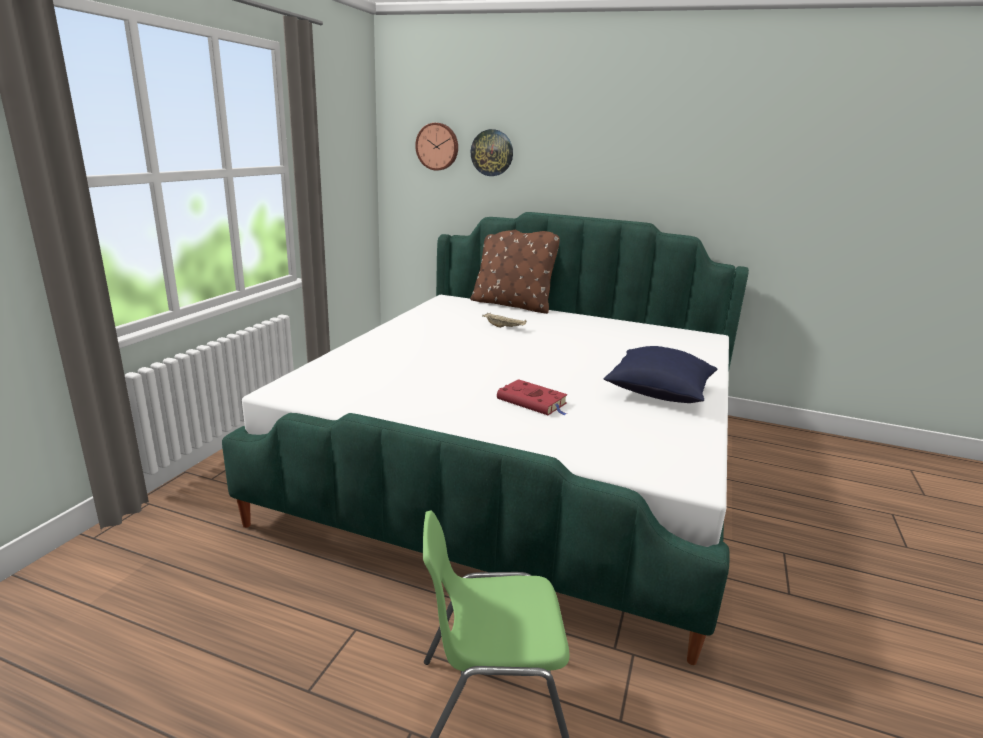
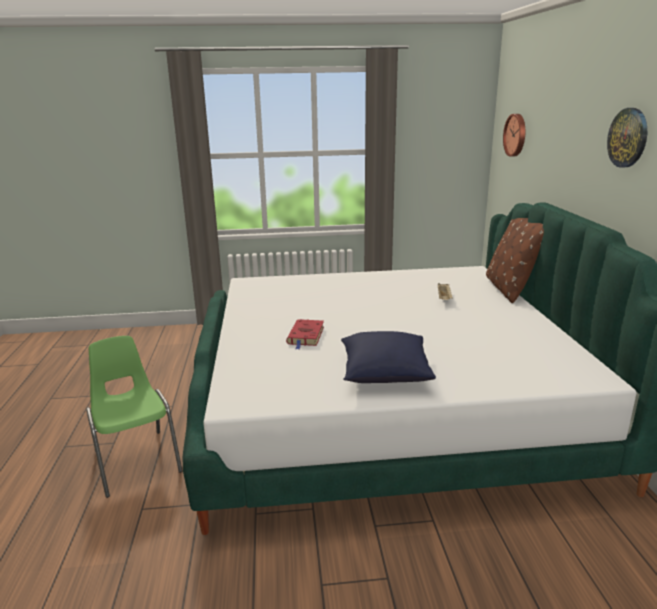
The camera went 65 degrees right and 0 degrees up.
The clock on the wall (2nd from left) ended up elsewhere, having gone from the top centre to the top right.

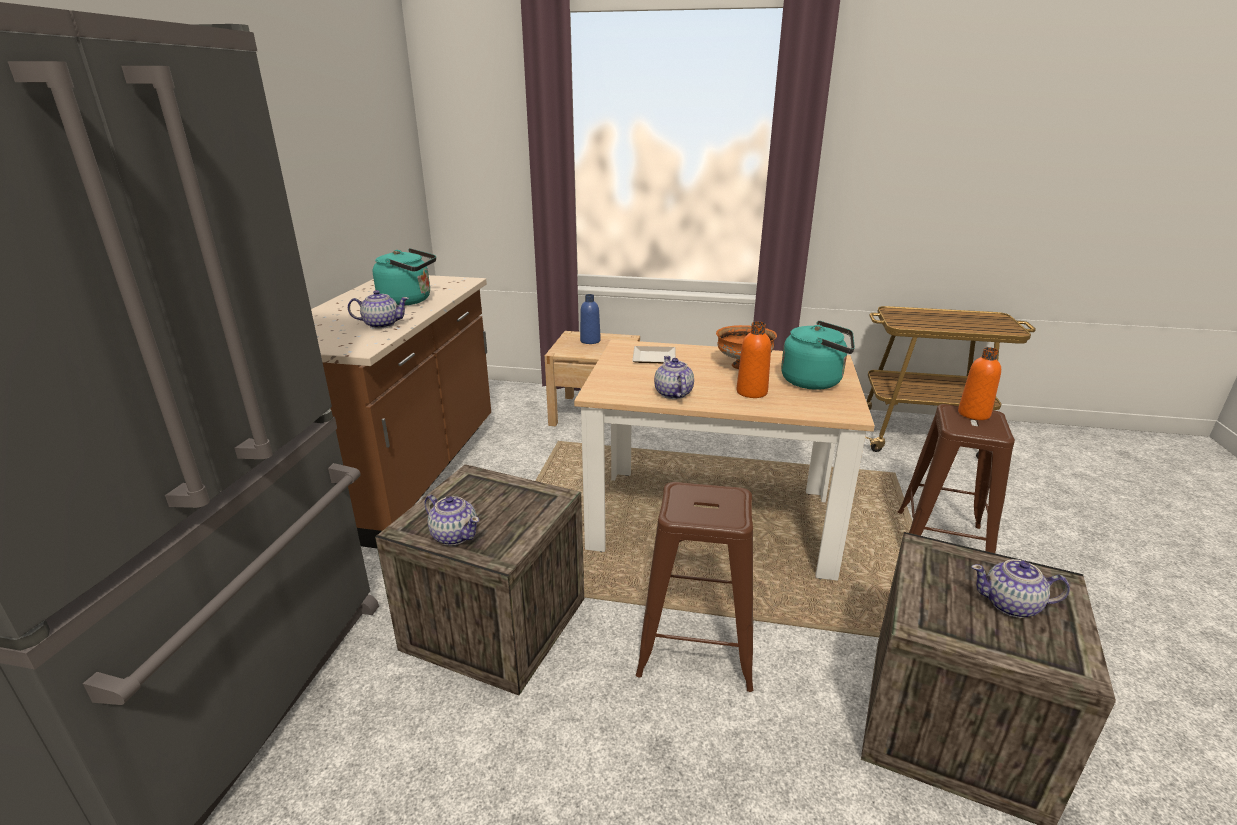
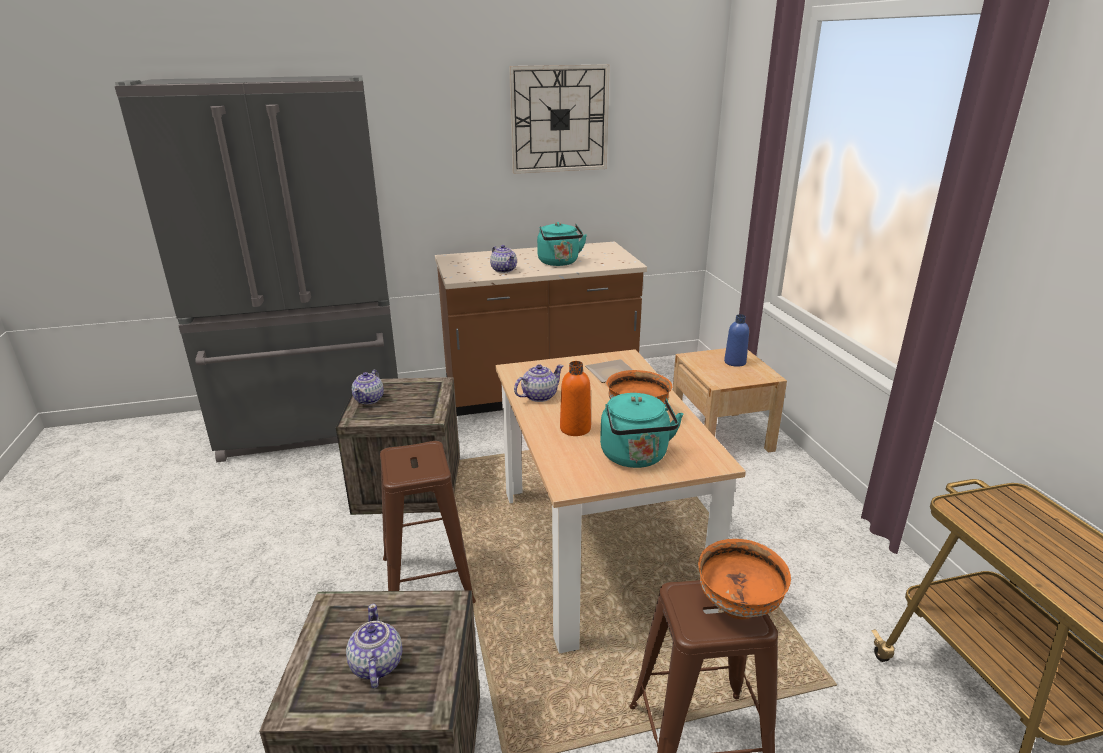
The camera went 65 degrees right and 0 degrees up.
Where the bottle (orange) (2nd from left) stood at the middle right, the serving bowl (orange) (2nd from left) came to stand at the bottom right.
The second view gained the clock on the wall at the top centre.

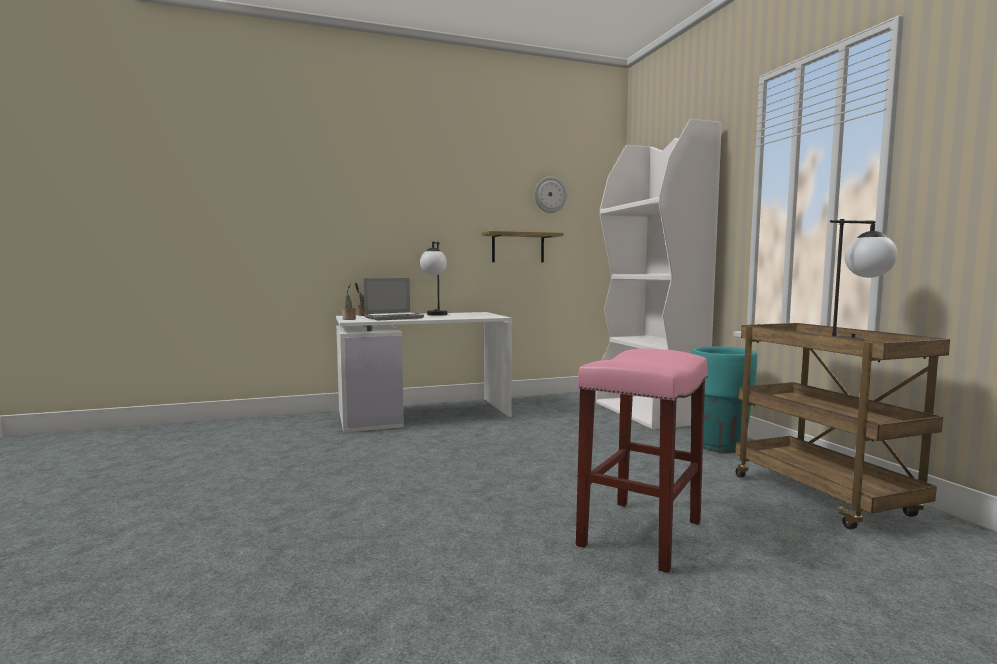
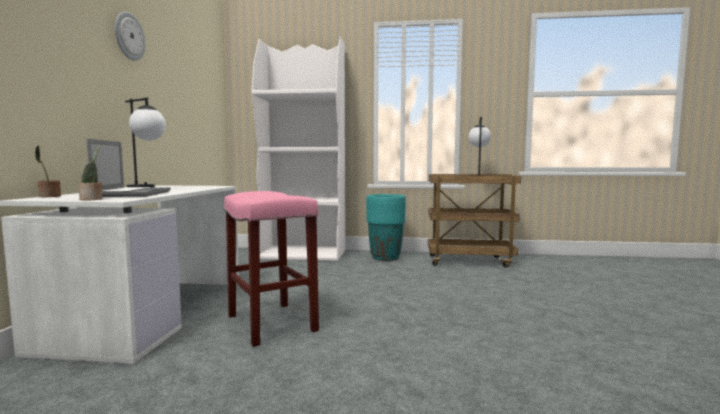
The camera went 65 degrees left and 0 degrees up.
The second view lost the shelf at the centre.
The clock on the wall ended up elsewhere, having gone from the top centre to the top left.
The sitting stool (pink-coloured) ended up elsewhere, having gone from the bottom centre to the centre.

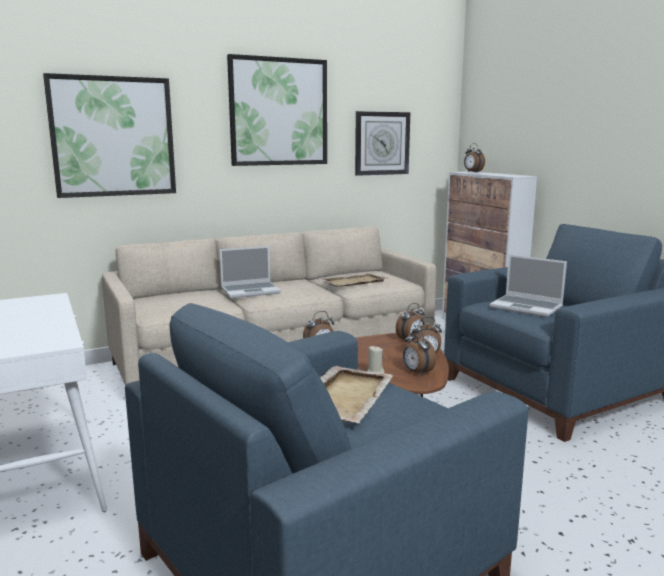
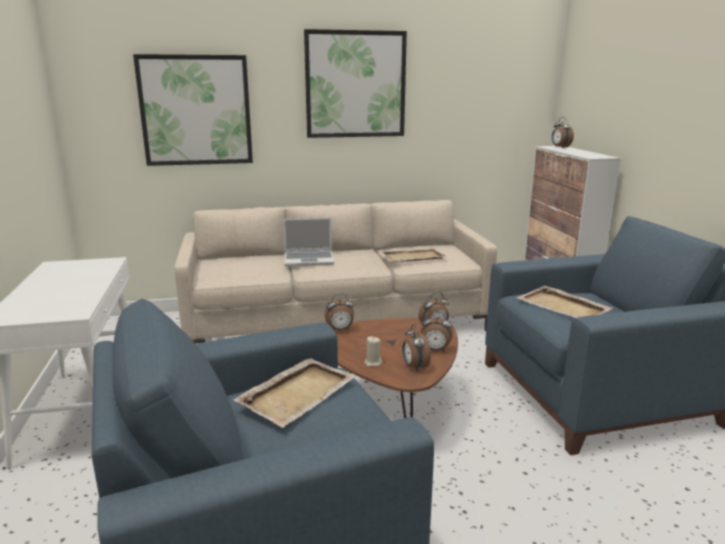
The camera went 15 degrees right and 5 degrees up.
The second view lost the clock on the wall at the top centre.
Where the portable computer (2nd from left) stood at the middle right, the carrying tray (sand-coloured) (3rd from left) came to stand at the middle right.

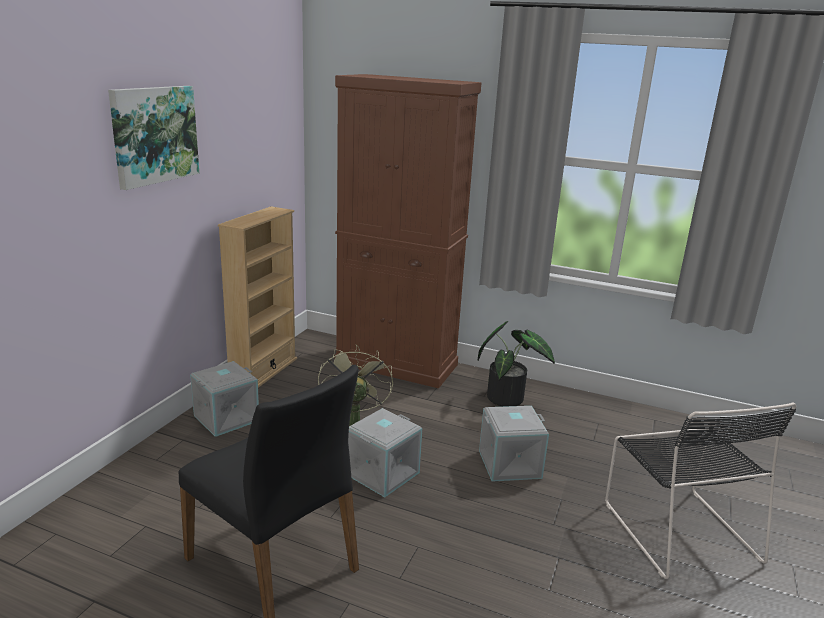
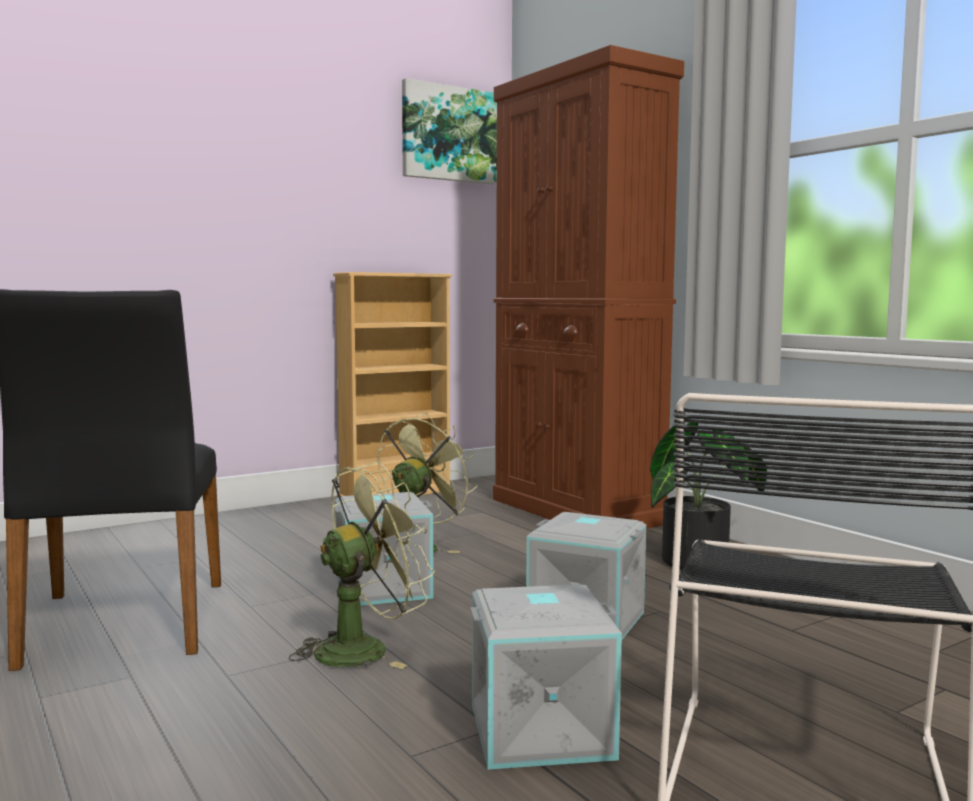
The camera went 35 degrees right and 15 degrees down.
The wall art ended up elsewhere, having gone from the top left to the top centre.
The storage box (grey) (1st from left in the first image) ended up elsewhere, having gone from the middle left to the bottom centre.
The second view gained the fan (green) (1st from left) at the bottom centre.

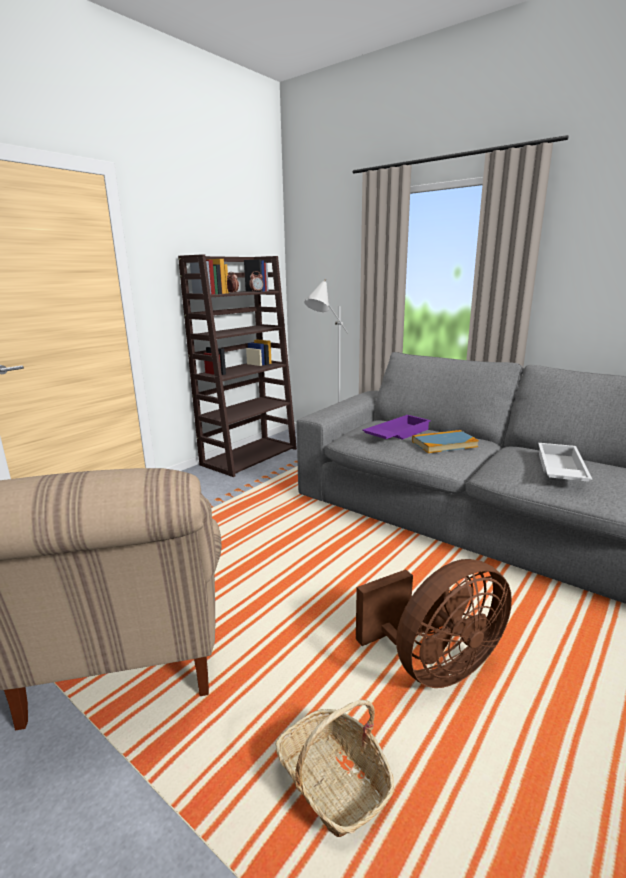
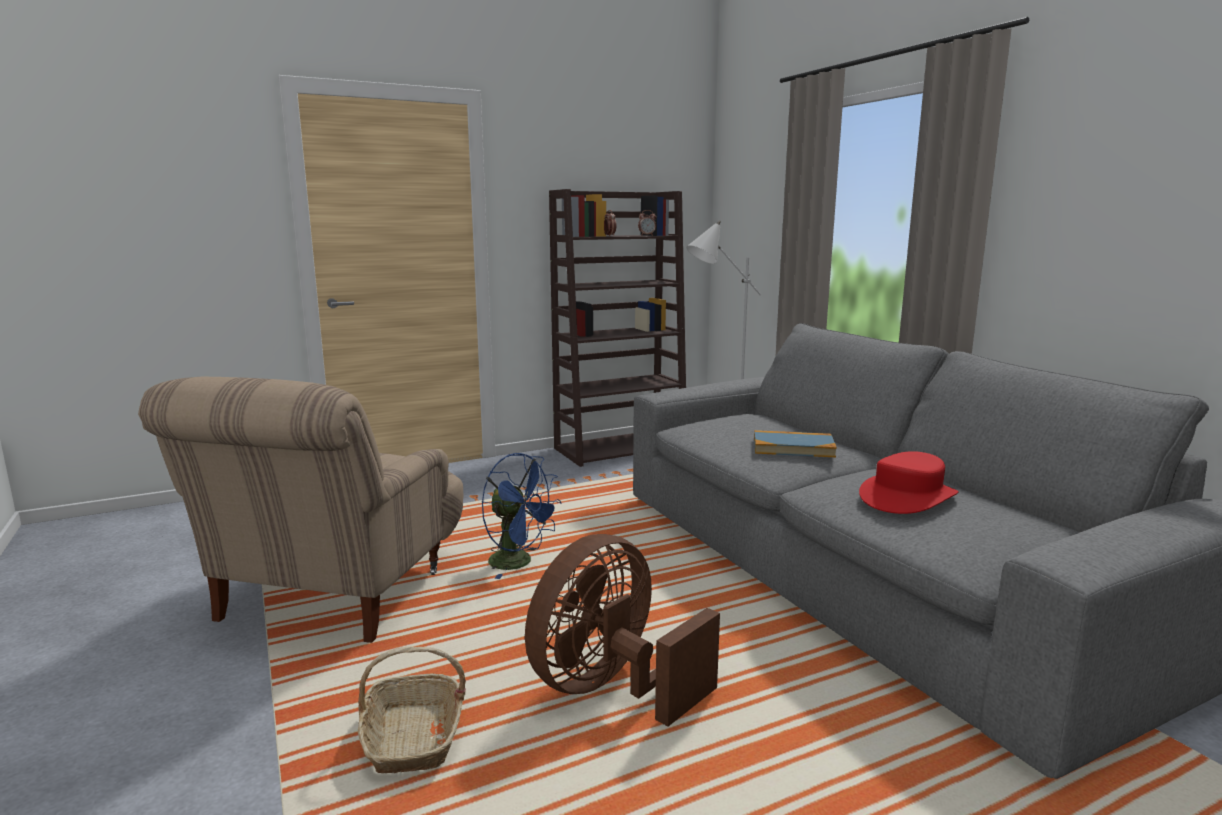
The camera went 25 degrees right and 5 degrees down.
The fan (brown-coloured) at the bottom right ended up facing another way, 135 degrees clockwise from before.
The second view lost the carrying tray (purple) at the centre.
Where the carrying tray (whitish) stood at the middle right, the hat (red) came to stand at the middle right.
The second view gained the fan (blue) at the centre.

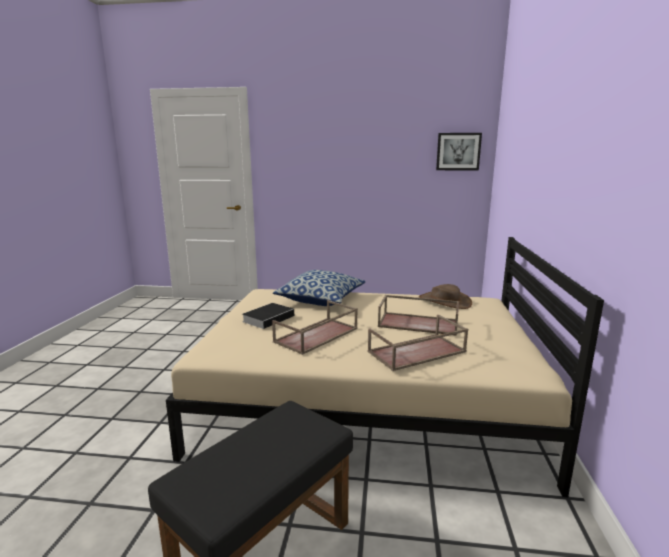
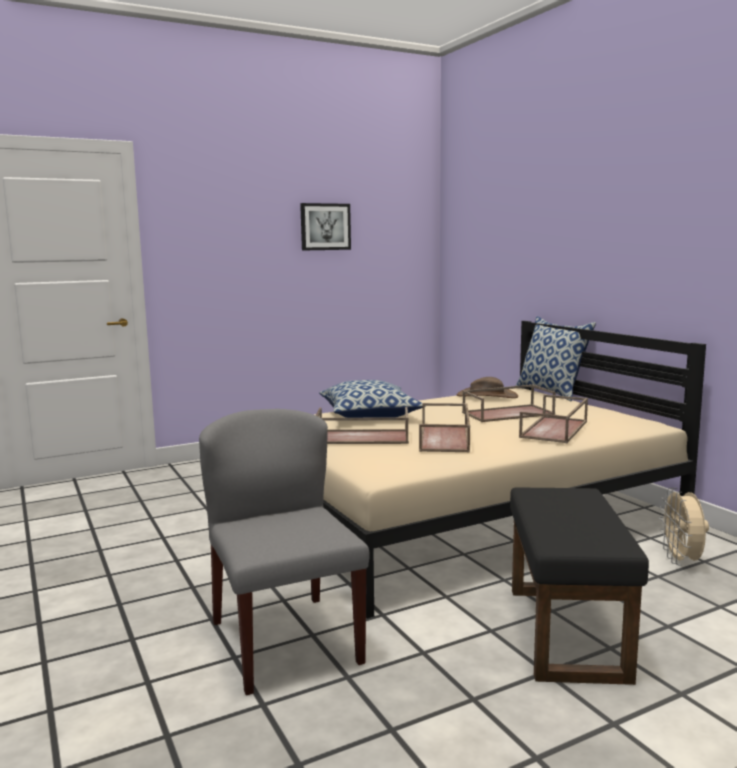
The camera went 35 degrees left and 5 degrees down.
Where the volume stood at the centre, the carrying tray (brown-coloured) (1st from left) came to stand at the centre.
The wall art ended up elsewhere, having gone from the top right to the top centre.
The second view gained the upright chair (grey) at the bottom centre.
The second view gained the throw pillow (2nd from left) at the middle right.
The second view gained the fan (sand-coloured) at the bottom right.

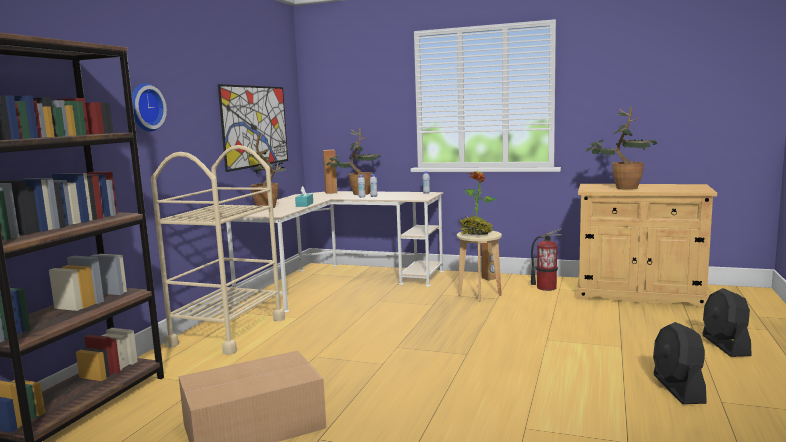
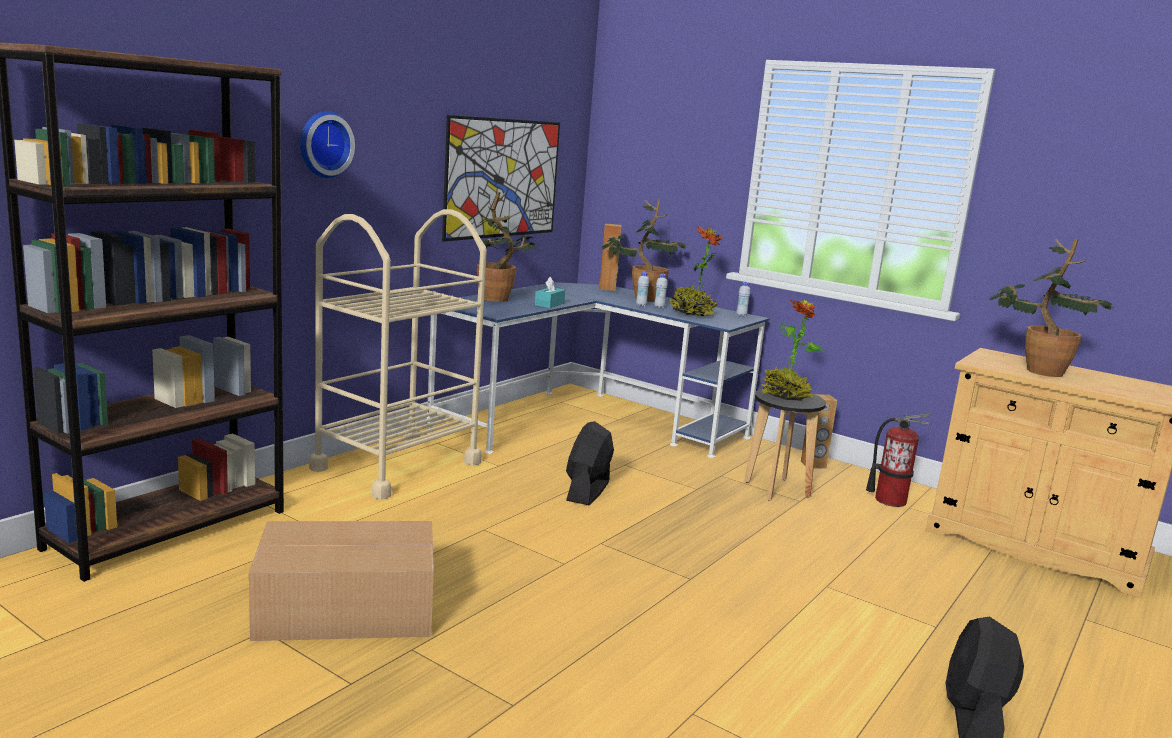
The camera went 15 degrees right and 5 degrees up.
What was the desk (sand-coloured) at the centre turned into the desk (blue) at the centre.
What was the sitting stool (sand-coloured) at the centre turned into the sitting stool (black) at the middle right.
The fan (black) (2nd from left in the first image) ended up elsewhere, having gone from the bottom right to the centre.
The second view gained the houseplant (3rd from left) at the centre.

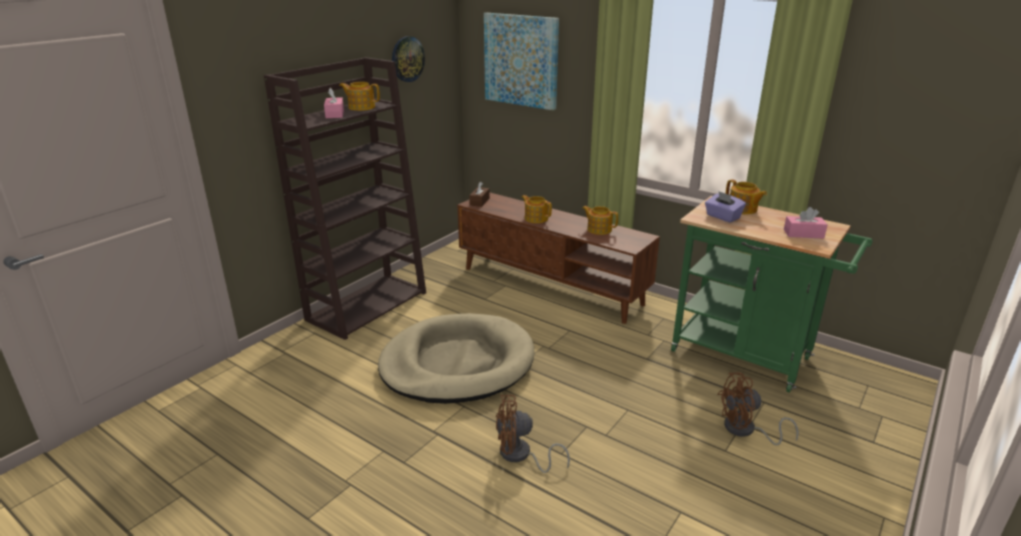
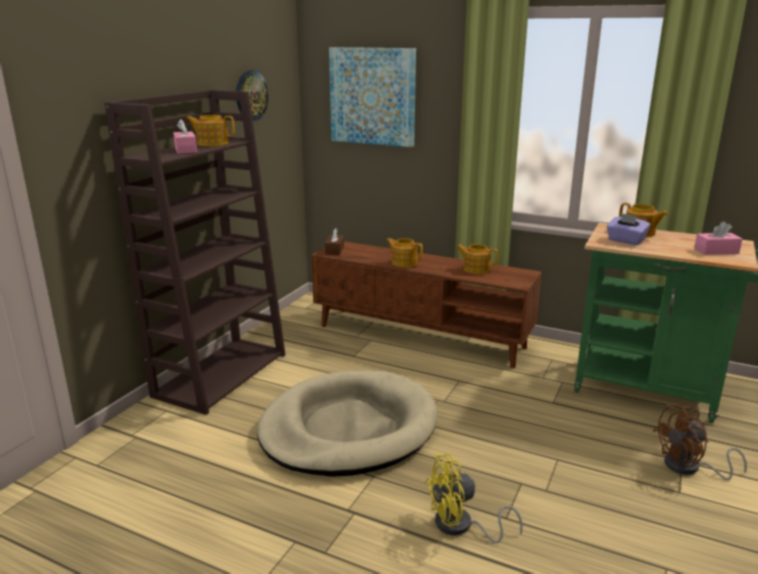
The camera went 10 degrees left and 5 degrees down.
What was the fan (brown-coloured) (1st from left) at the bottom centre turned into the fan (yellow-coloured) at the bottom centre.

